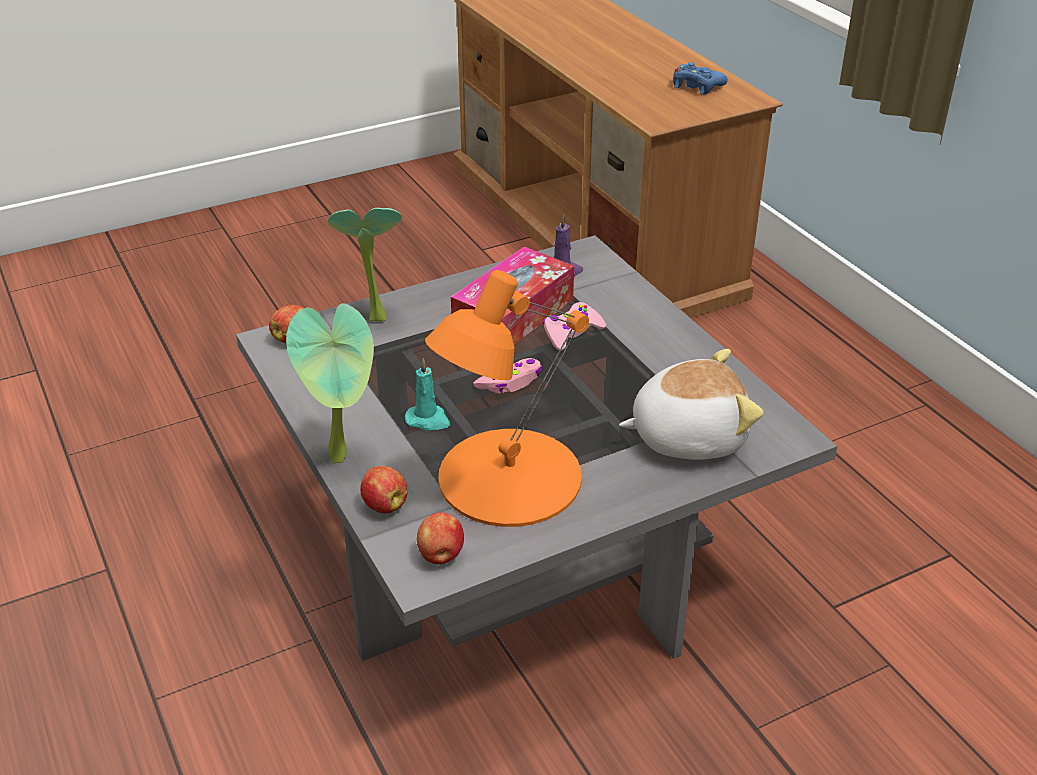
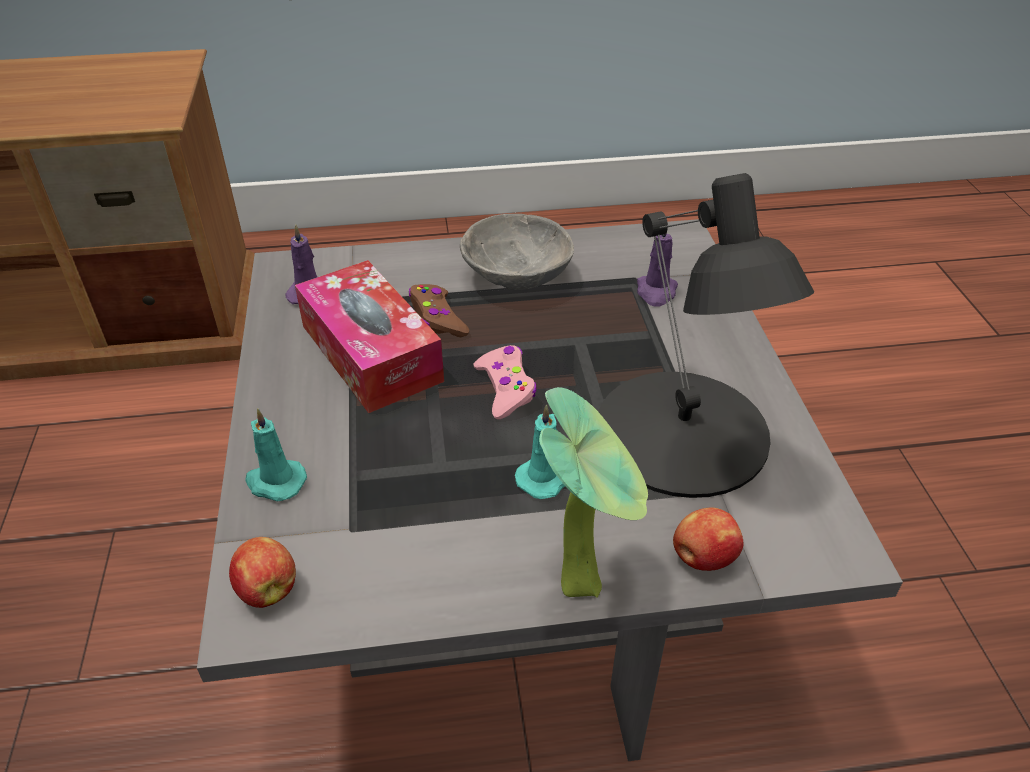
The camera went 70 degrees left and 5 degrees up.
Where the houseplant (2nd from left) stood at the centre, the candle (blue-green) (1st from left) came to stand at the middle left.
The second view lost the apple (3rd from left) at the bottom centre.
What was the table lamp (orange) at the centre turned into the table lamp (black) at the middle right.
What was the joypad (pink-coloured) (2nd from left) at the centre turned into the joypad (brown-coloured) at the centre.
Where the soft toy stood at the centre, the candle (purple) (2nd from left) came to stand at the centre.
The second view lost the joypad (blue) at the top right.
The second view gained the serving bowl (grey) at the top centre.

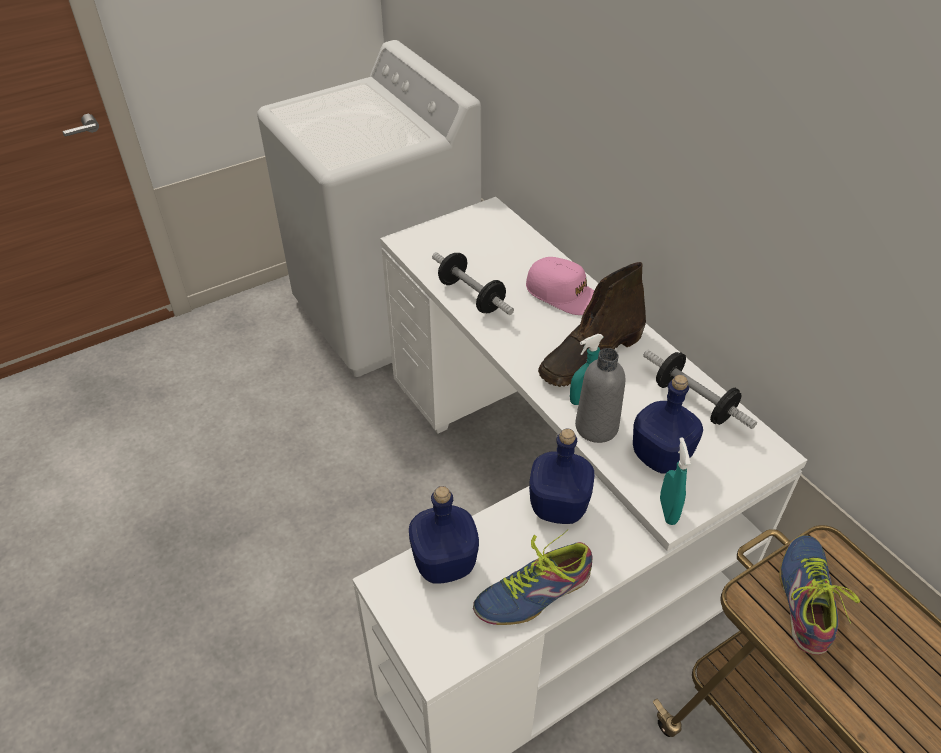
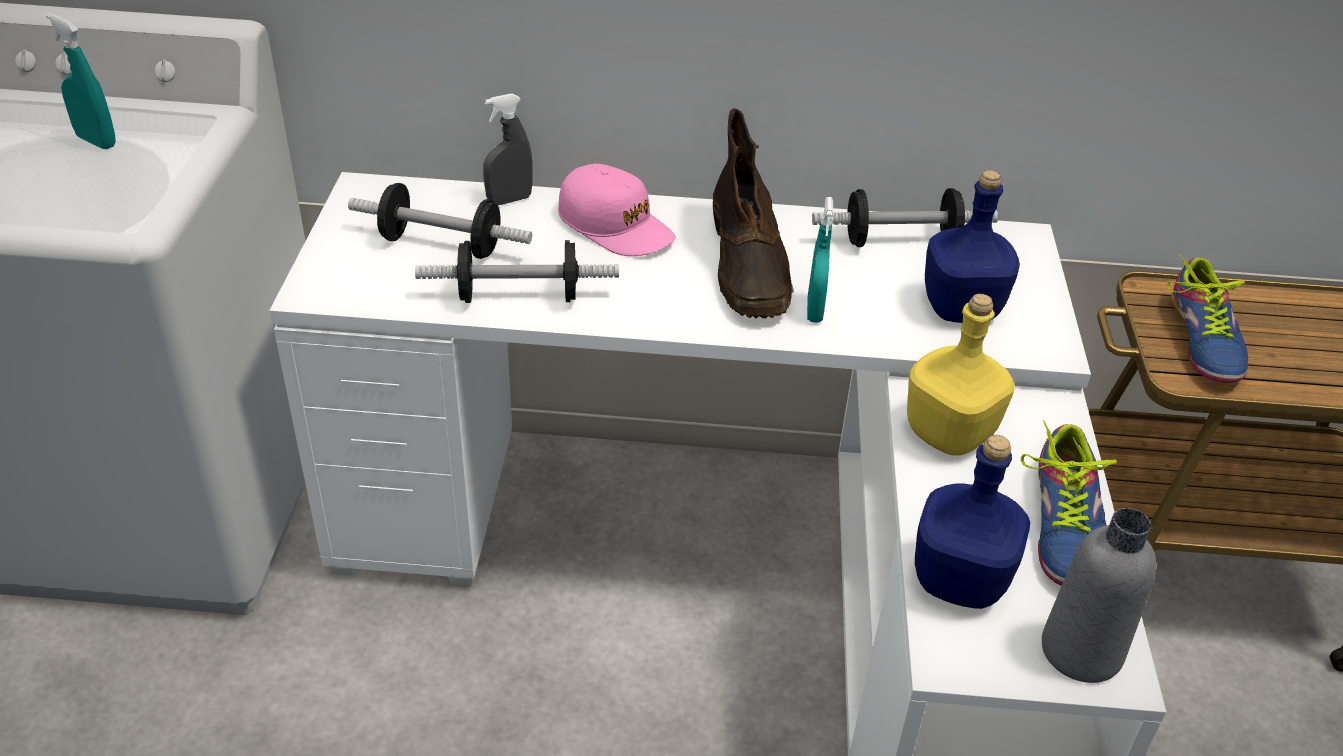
The camera went 55 degrees left and 5 degrees down.
The peaked cap (pink-coloured) at the centre ended up facing another way, 60 degrees clockwise from before.
What was the bottle (blue) (2nd from left) at the centre turned into the bottle (yellow-coloured) at the middle right.
The bottle (grey) ended up elsewhere, having gone from the centre to the bottom right.
The hand sprayer (blue-green) (2nd from left in the first image) ended up elsewhere, having gone from the middle right to the top left.
The low shoe (2nd from left) at the bottom right ended up facing another way, 135 degrees counterclockwise from before.
The second view gained the free weight (1st from left) at the top left.
The second view gained the hand sprayer (grey) at the top centre.

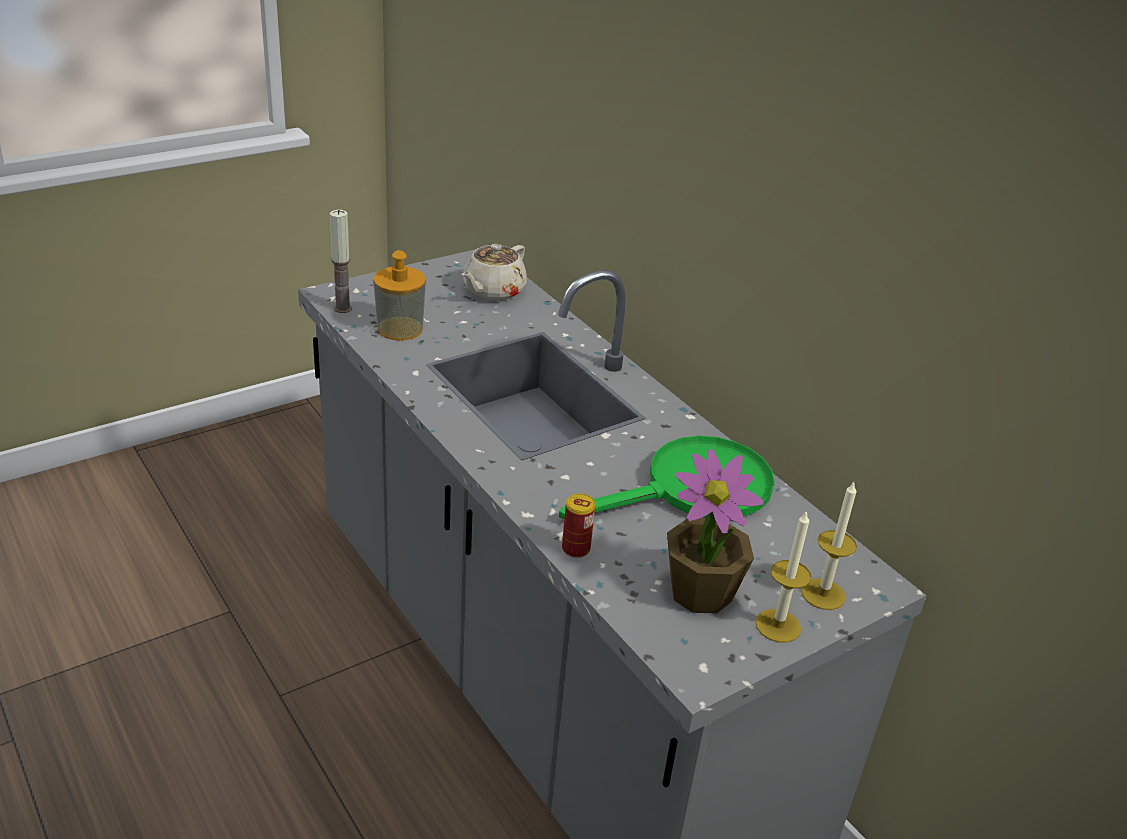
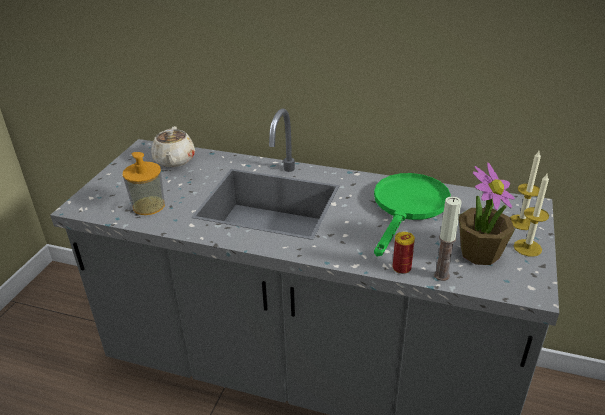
The camera went 35 degrees left and 0 degrees up.
The candle (1st from left) ended up elsewhere, having gone from the top left to the middle right.

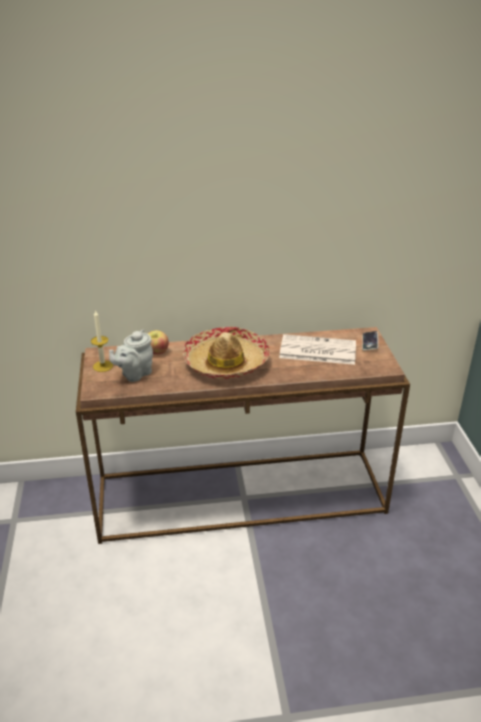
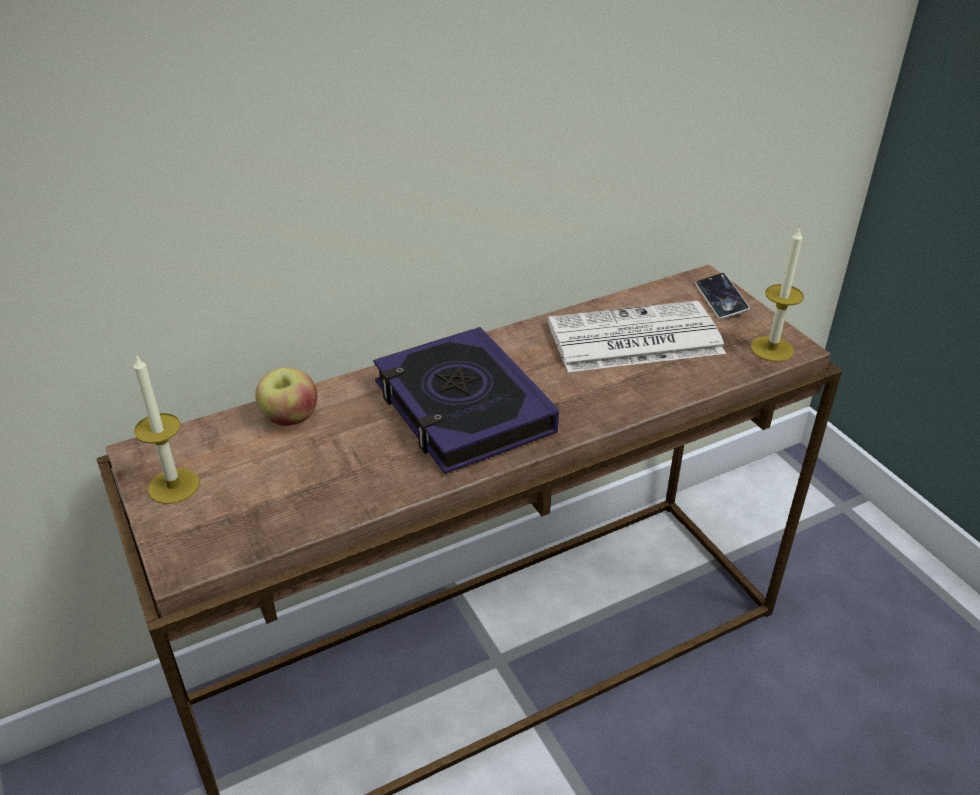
The camera went 20 degrees left and 5 degrees up.
The second view lost the teapot (grey) at the middle left.
Where the hat stood at the centre, the volume came to stand at the centre.
The second view gained the candle (2nd from left) at the middle right.

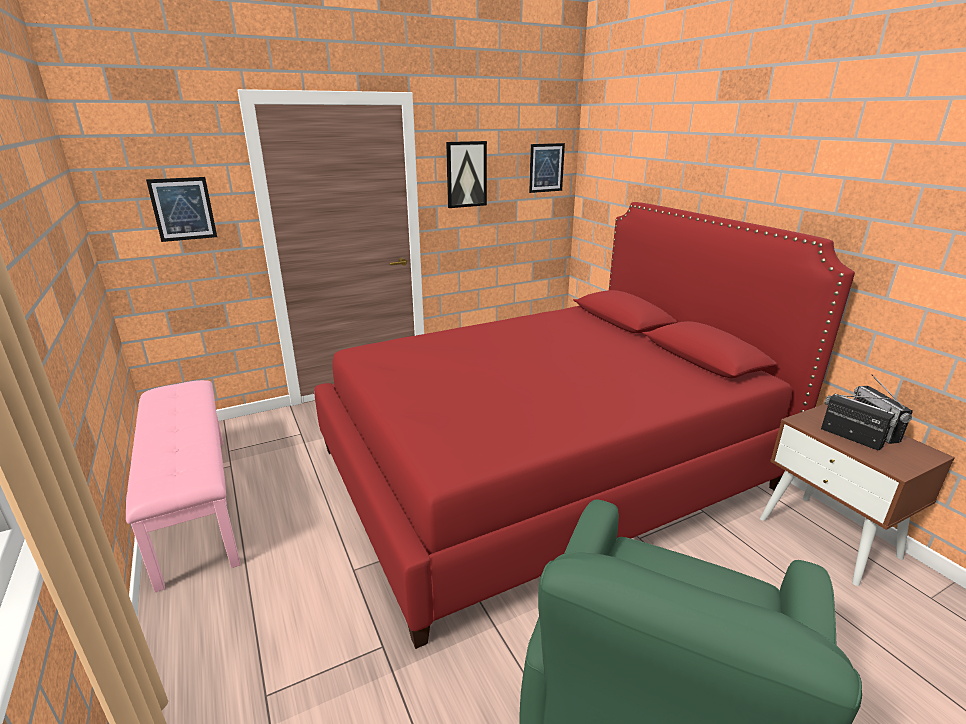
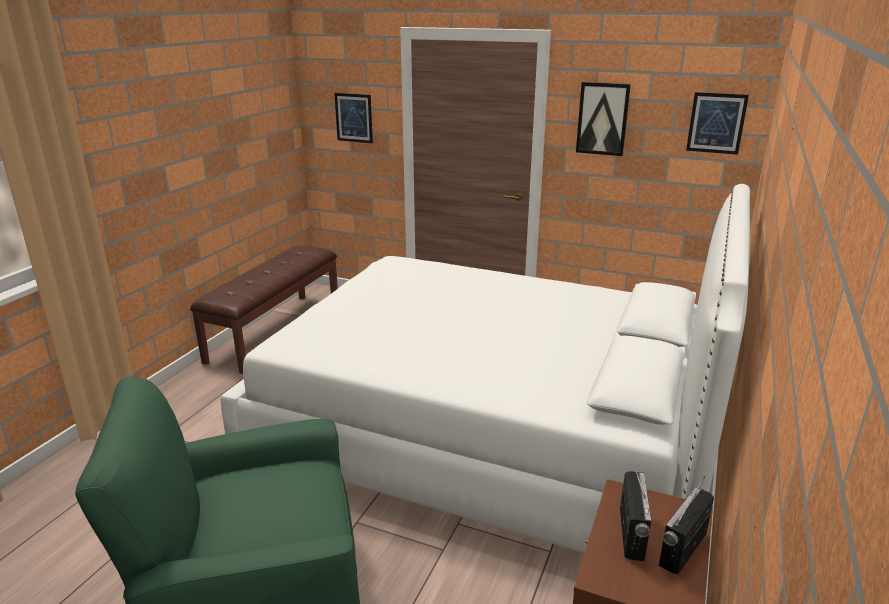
The camera went 50 degrees right and 0 degrees up.
What was the long seat (pink-coloured) at the bottom left turned into the long seat (brown-coloured) at the middle left.
What was the bed (red) at the centre turned into the bed (whitish) at the centre.

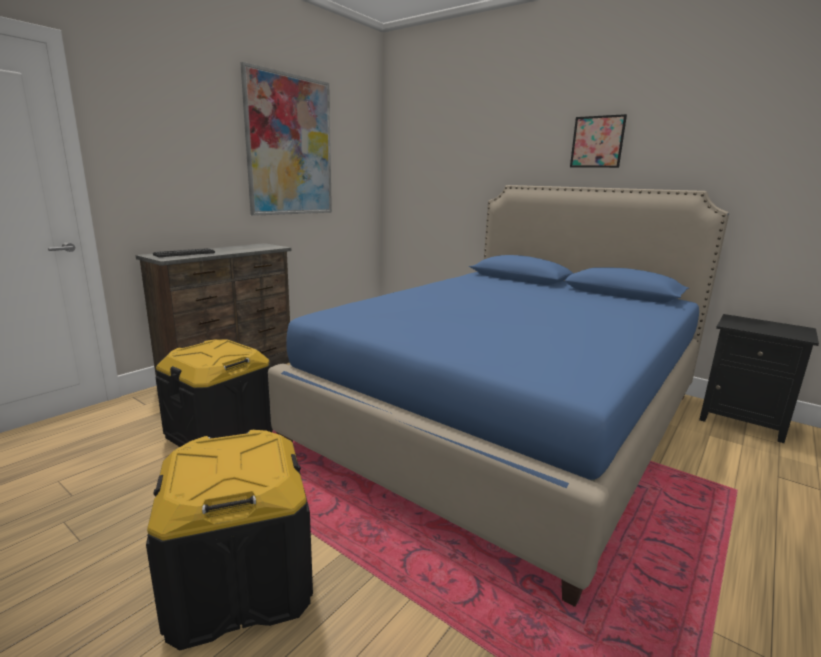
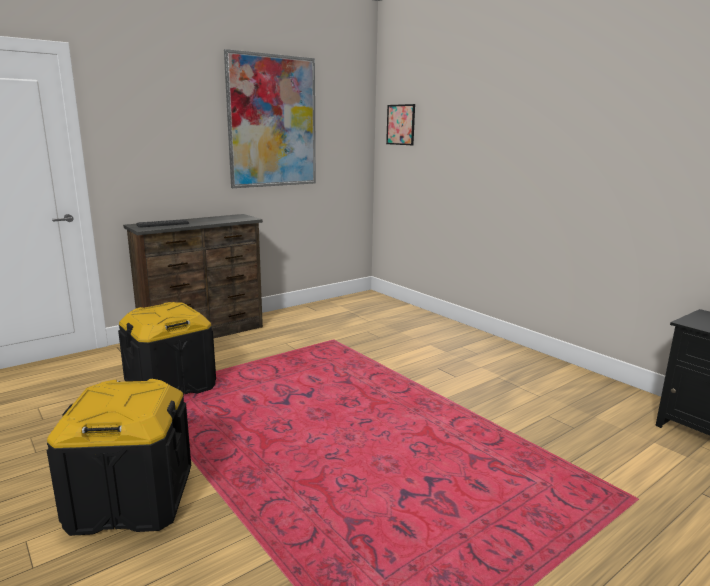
The camera went 15 degrees right and 0 degrees up.
The second view lost the bed (blue) at the centre.
The wall art (2nd from left) ended up elsewhere, having gone from the top right to the top centre.

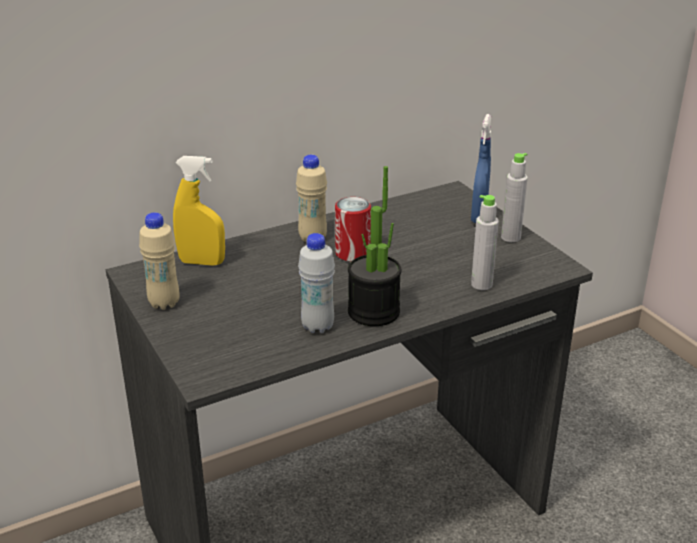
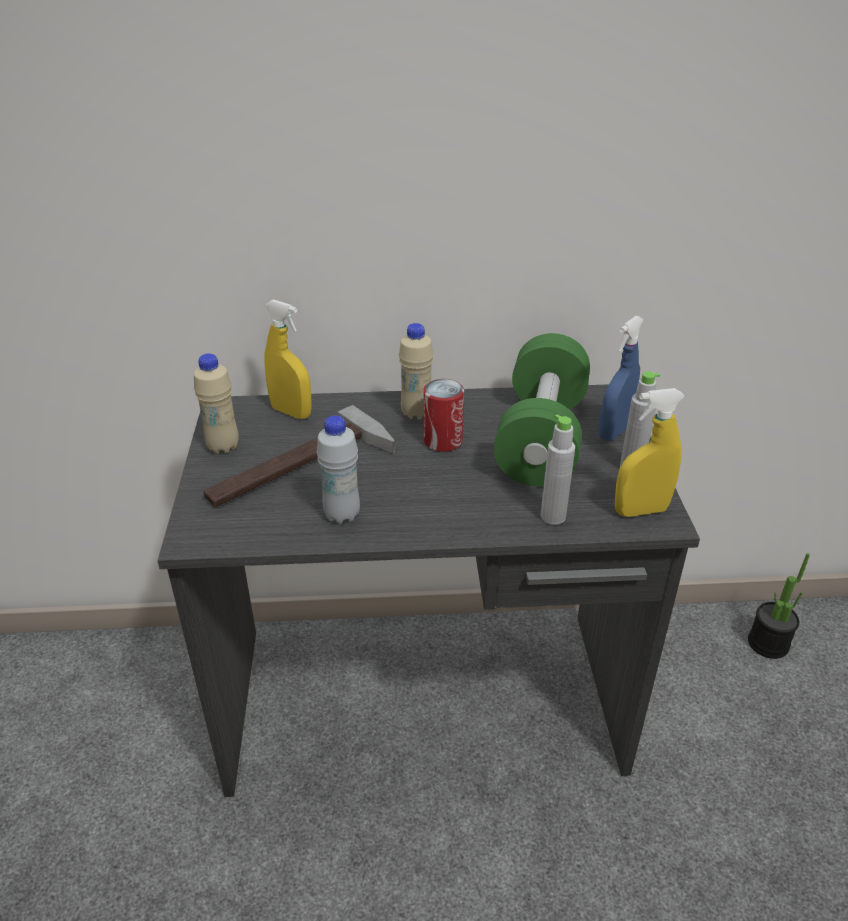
The camera went 25 degrees right and 5 degrees up.
The houseplant ended up elsewhere, having gone from the centre to the middle right.
The second view gained the hammer at the centre.
The second view gained the free weight (green) at the centre.
The second view gained the hand sprayer (yellow-coloured) (2nd from left) at the middle right.

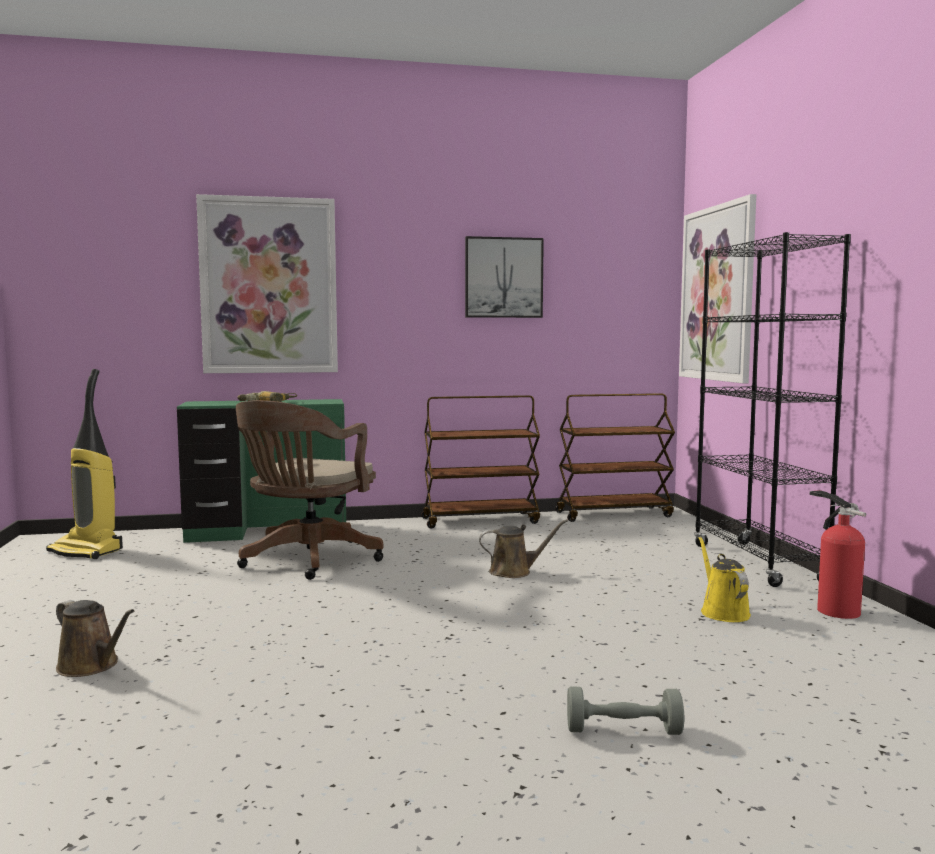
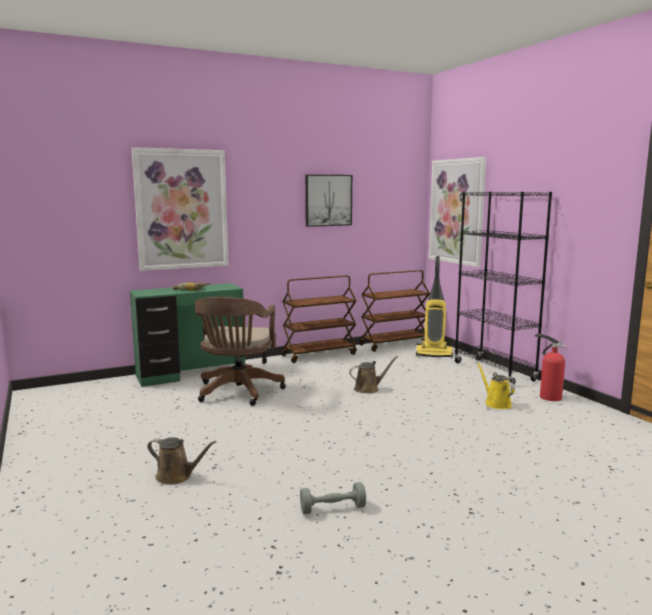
The camera went 15 degrees left and 5 degrees up.
The vacuum cleaner ended up elsewhere, having gone from the middle left to the centre.
The free weight (grey) ended up elsewhere, having gone from the bottom right to the bottom centre.

